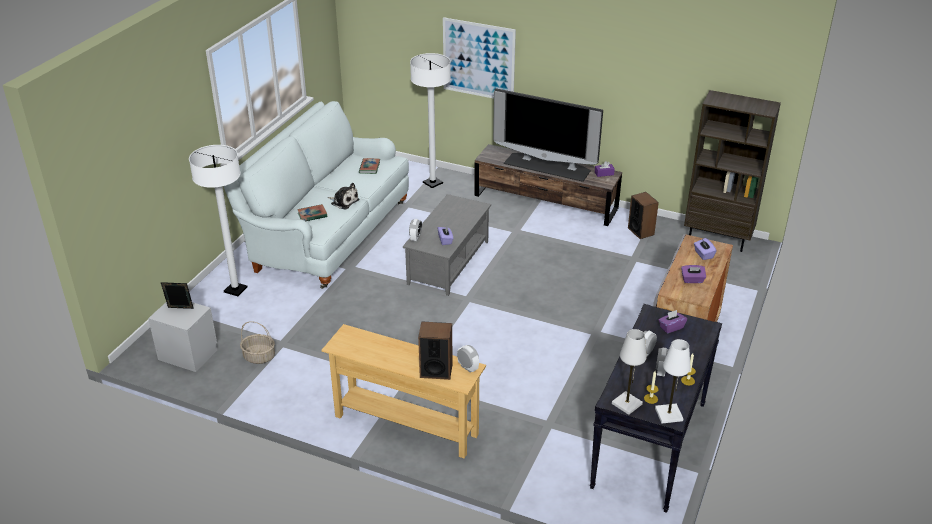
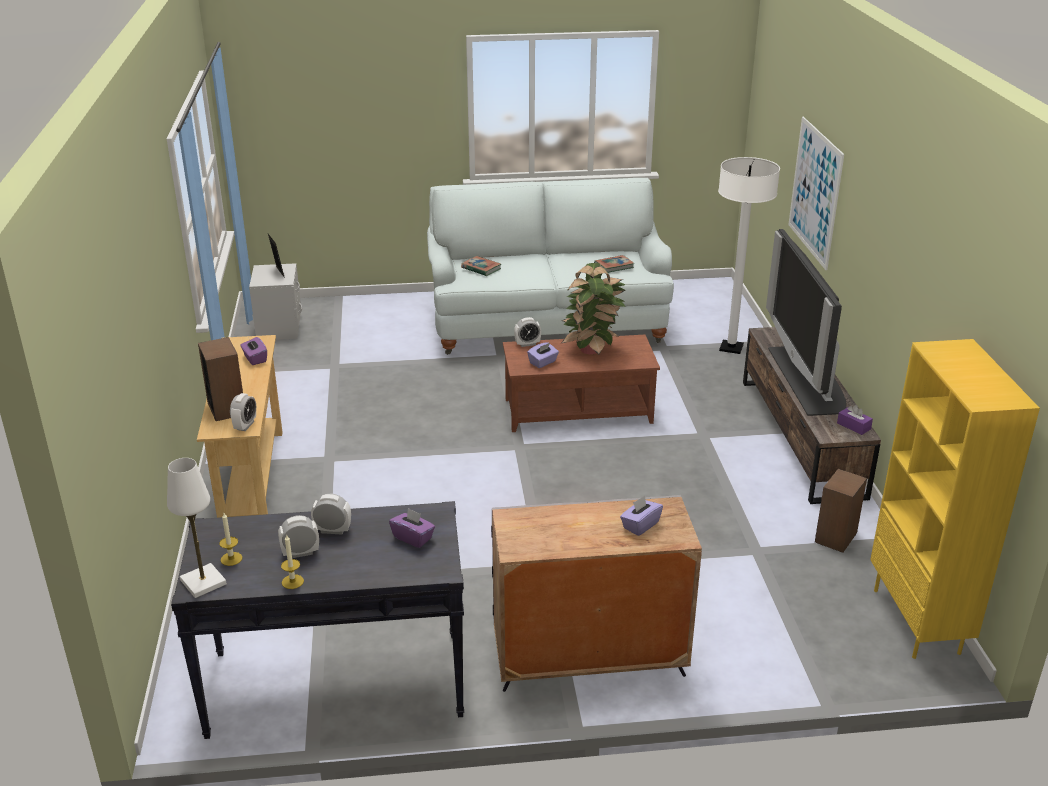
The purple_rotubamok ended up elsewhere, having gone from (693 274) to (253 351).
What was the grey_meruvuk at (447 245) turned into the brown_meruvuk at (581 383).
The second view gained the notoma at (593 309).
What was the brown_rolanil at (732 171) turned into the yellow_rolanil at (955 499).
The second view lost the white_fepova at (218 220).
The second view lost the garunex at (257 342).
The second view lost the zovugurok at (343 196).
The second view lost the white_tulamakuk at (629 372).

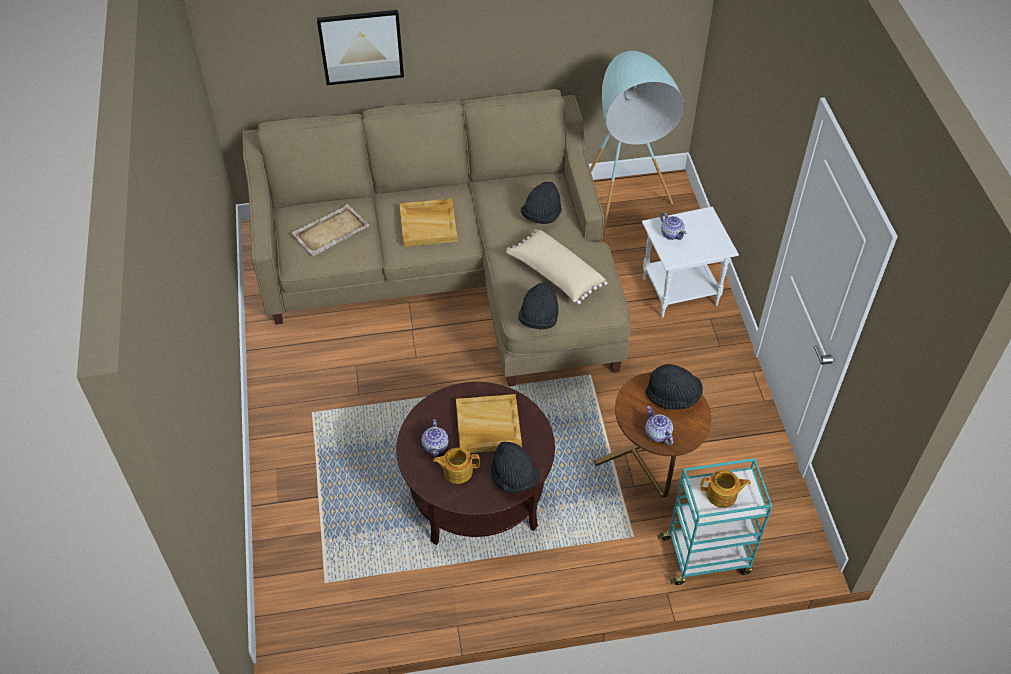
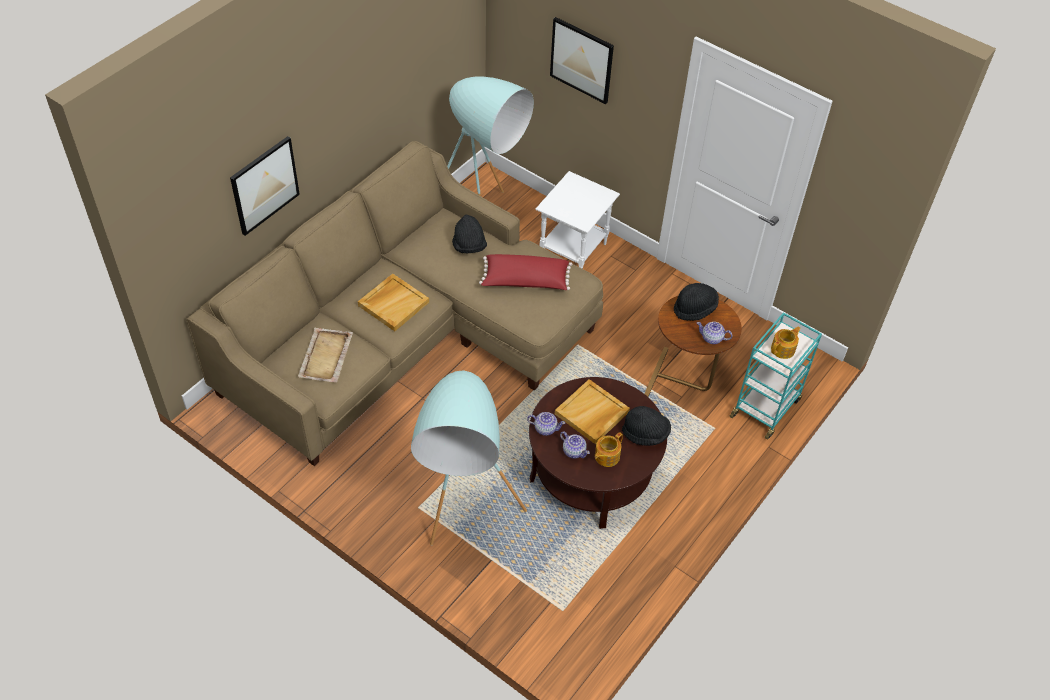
The second view gained the turquoise_fepova at (469 457).
What was the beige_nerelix at (557 266) turned into the red_nerelix at (525 272).
The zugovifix ended up elsewhere, having gone from (673 226) to (546 424).
The second view gained the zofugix at (582 60).
The second view lost the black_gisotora at (538 305).

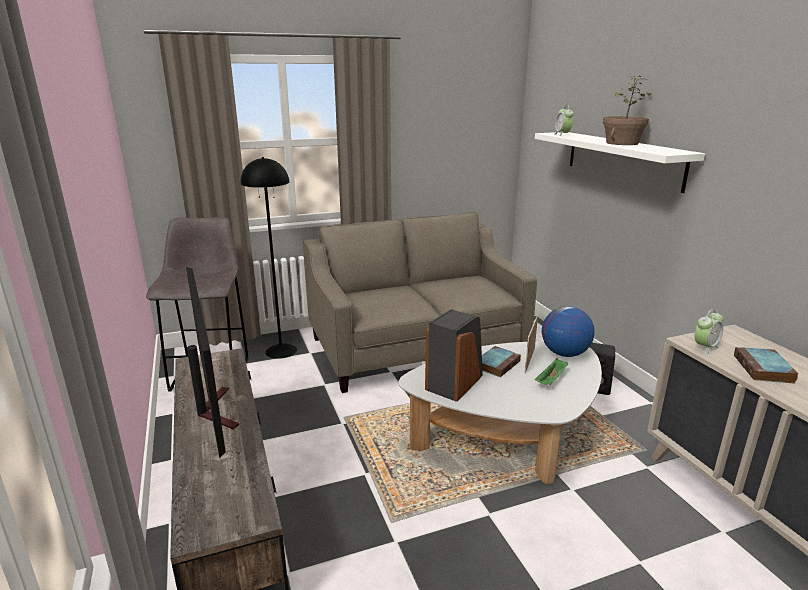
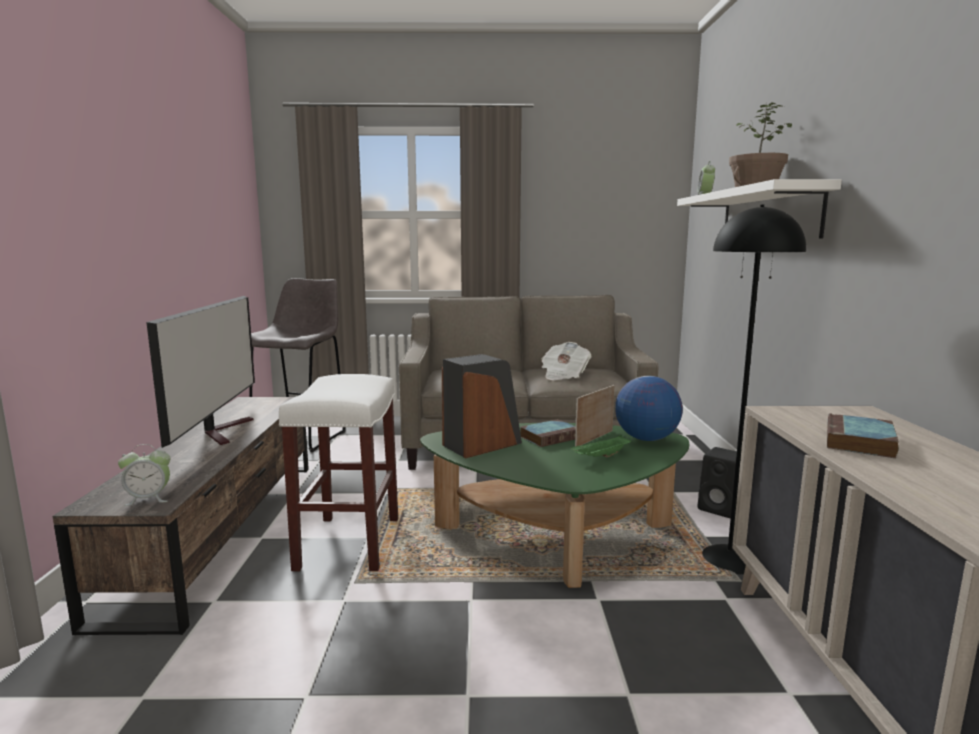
The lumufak ended up elsewhere, having gone from (709 332) to (144 475).
The second view gained the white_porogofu at (338 472).
What was the white_meruvuk at (500 412) turned into the green_meruvuk at (554 505).
The second view gained the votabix at (566 361).
The black_fepova ended up elsewhere, having gone from (268 258) to (754 389).

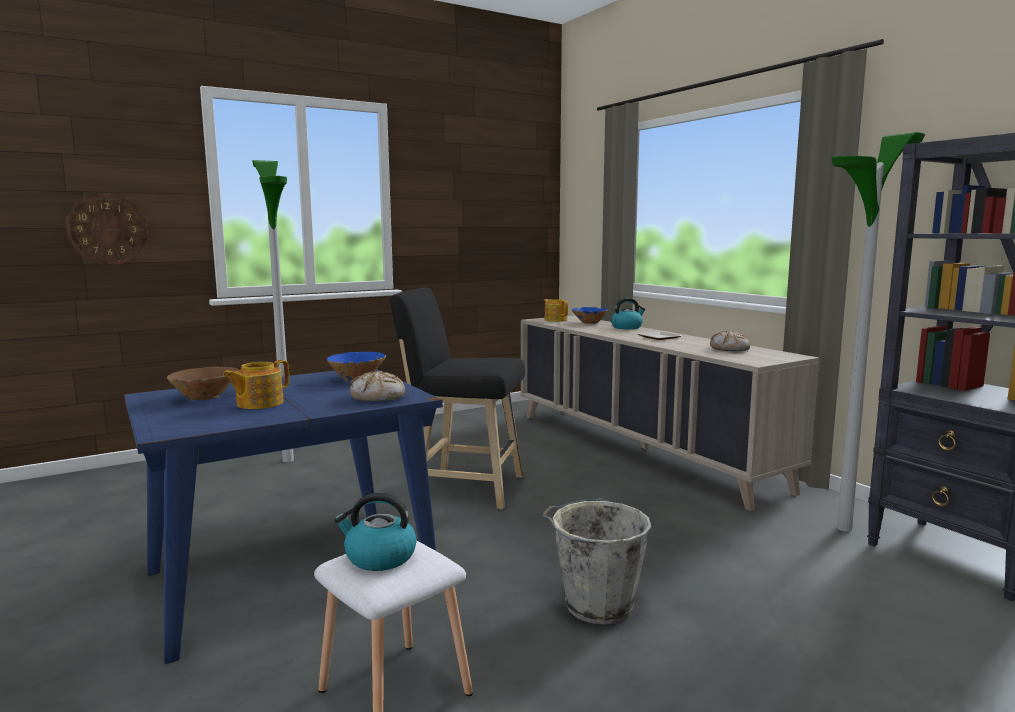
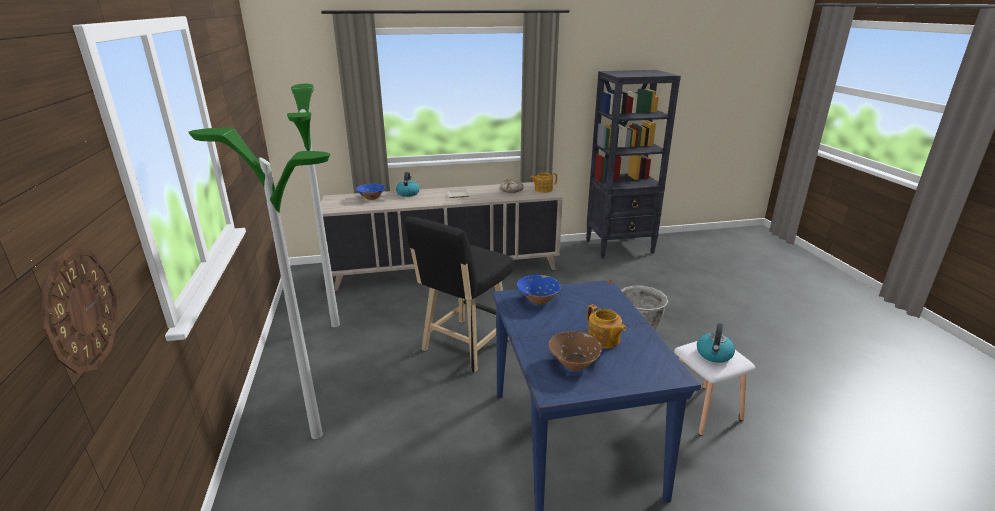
The fepova ended up elsewhere, having gone from (878 332) to (313 205).
The zugovifix ended up elsewhere, having gone from (556 310) to (543 183).
The second view lost the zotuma at (377 386).

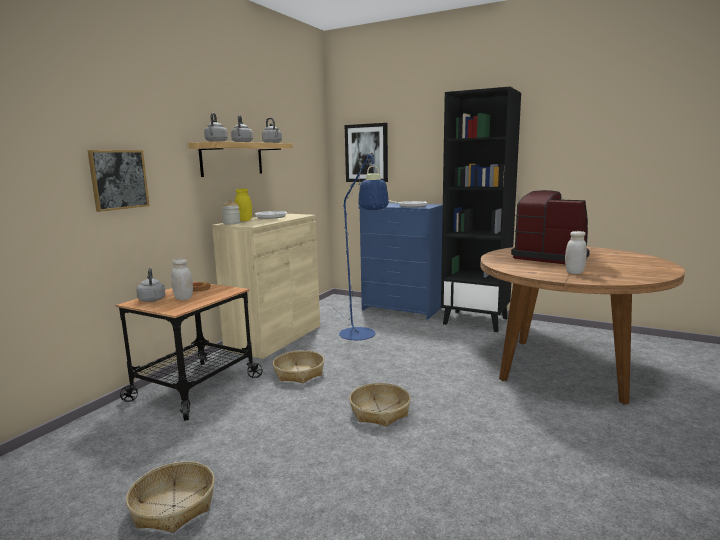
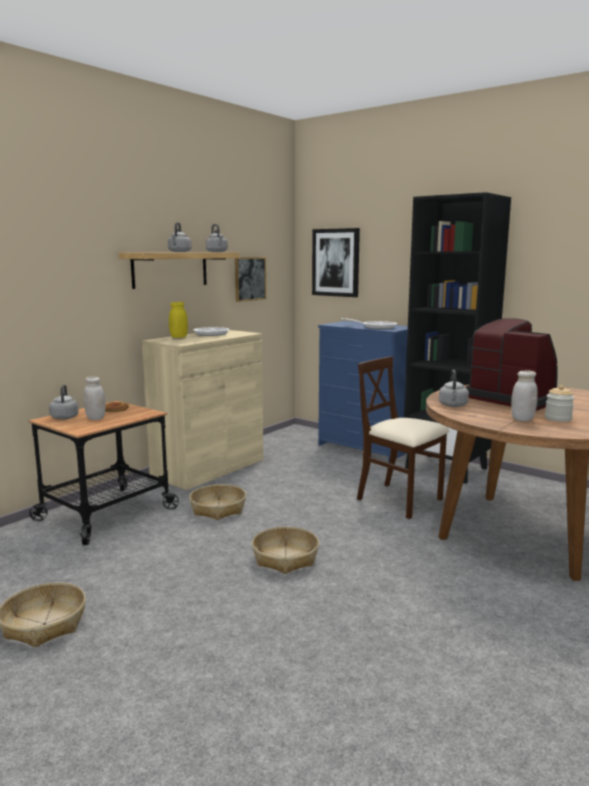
The zofugix ended up elsewhere, having gone from (119 181) to (250 279).
The second view gained the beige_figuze at (403 438).
The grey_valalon ended up elsewhere, having gone from (216 127) to (454 388).
The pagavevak ended up elsewhere, having gone from (231 212) to (559 403).
The second view lost the blue_fepova at (360 246).

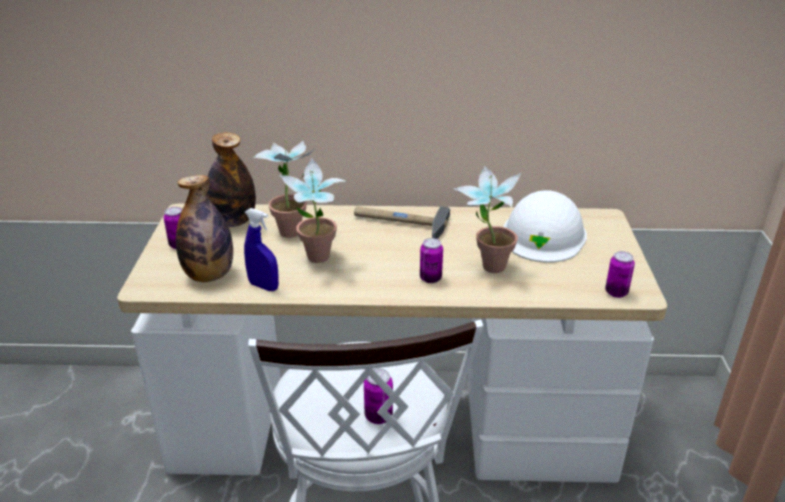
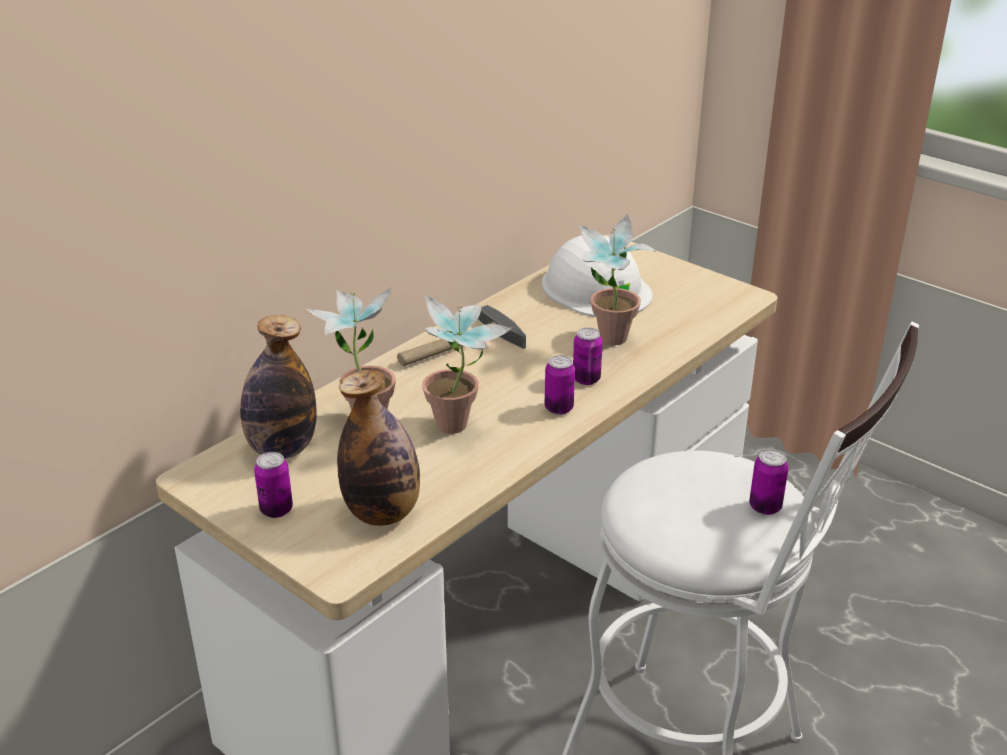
The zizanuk ended up elsewhere, having gone from (620 274) to (560 385).
The second view lost the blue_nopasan at (261 249).

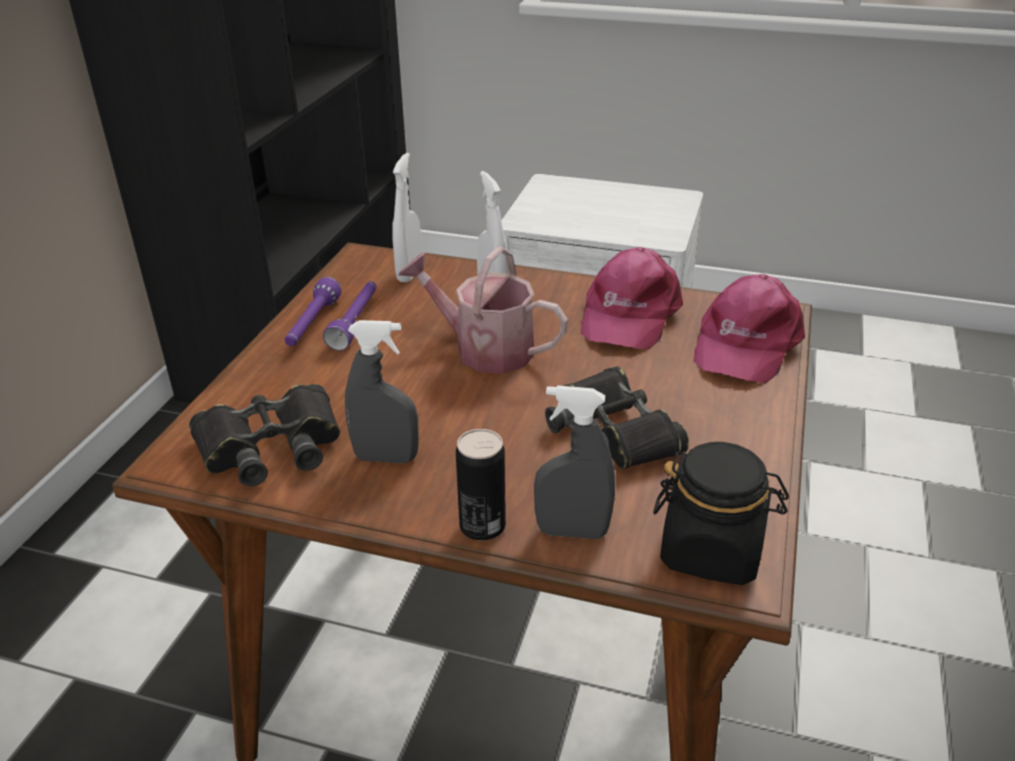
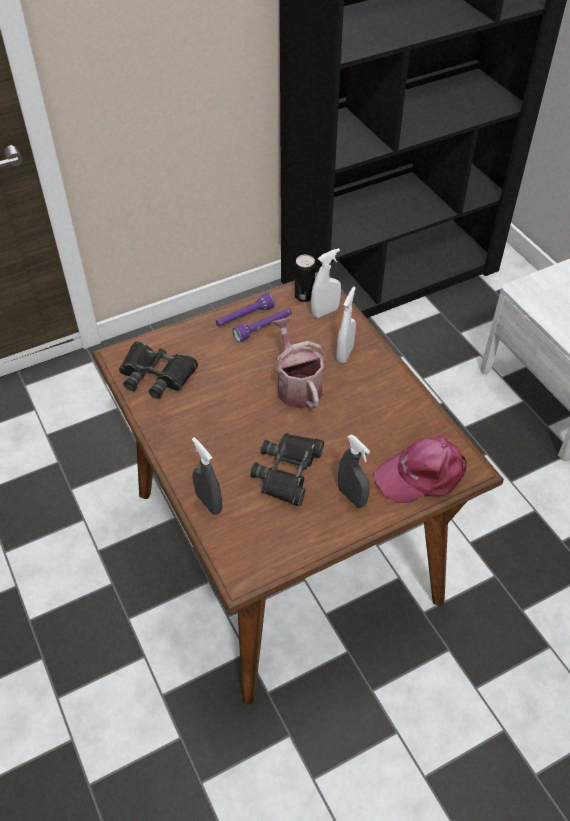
The zizanuk ended up elsewhere, having gone from (481 484) to (305 278).
The grey_nopasan ended up elsewhere, having gone from (382 391) to (354 471).
The second view lost the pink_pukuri at (632 298).
The second view lost the black_pagavevak at (721 513).

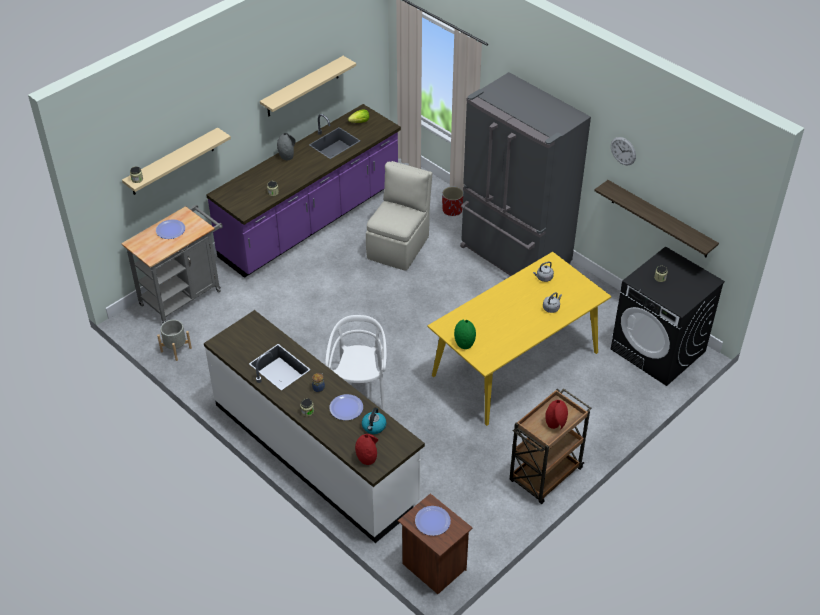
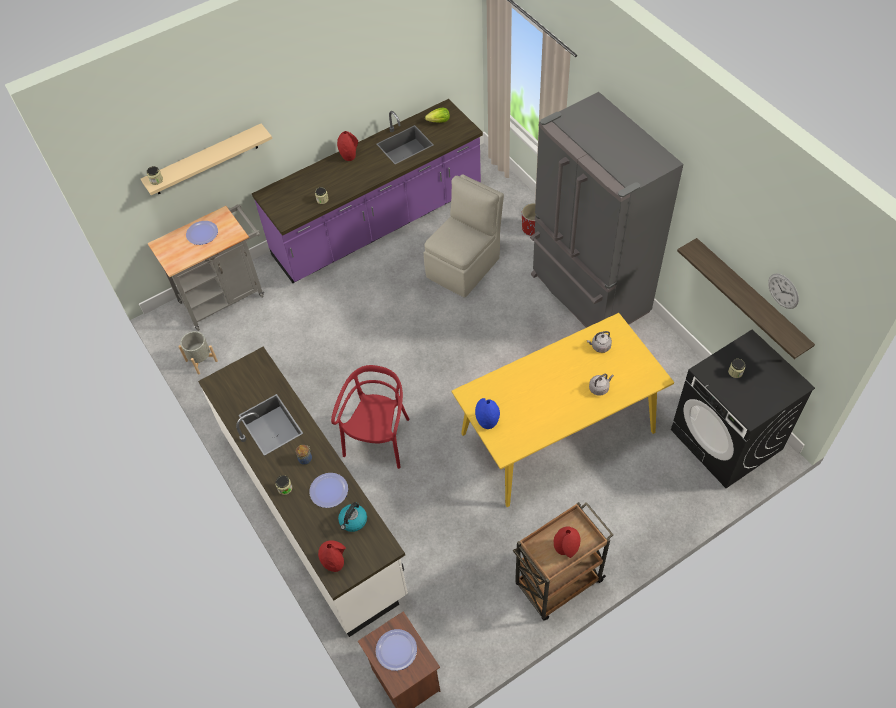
What was the white_figuze at (356 362) turned into the red_figuze at (370 417).
What was the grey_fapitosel at (286 146) turned into the red_fapitosel at (347 146).
What was the green_fapitosel at (465 334) turned into the blue_fapitosel at (487 413).
The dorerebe ended up elsewhere, having gone from (623 151) to (783 291).
The second view lost the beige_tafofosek at (308 86).

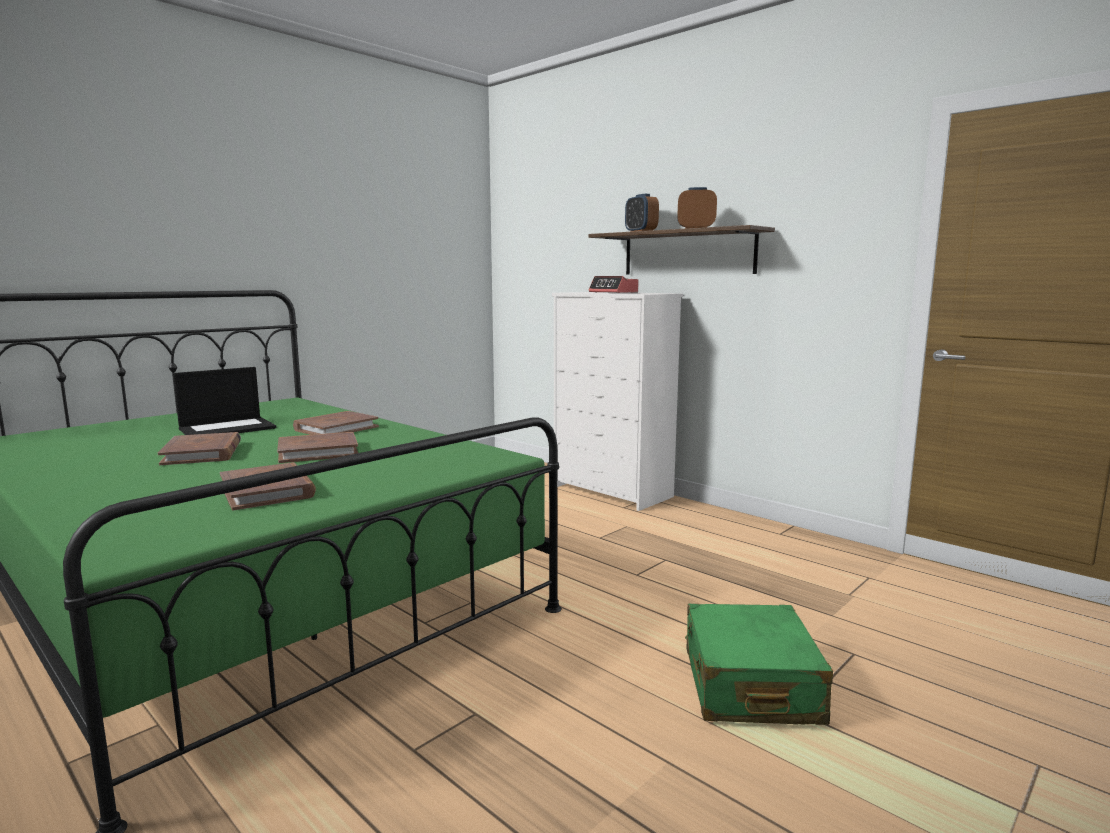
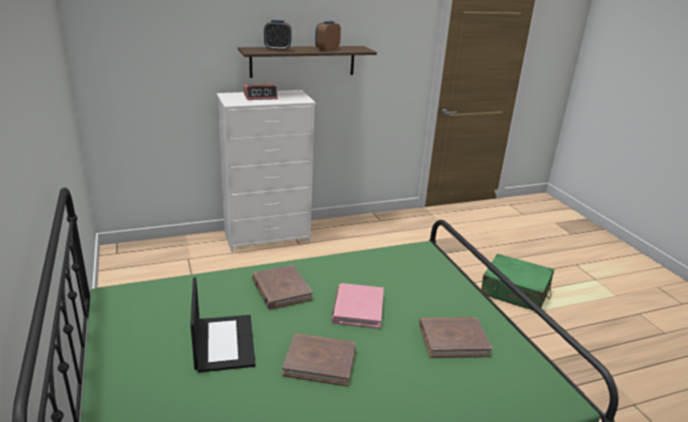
What was the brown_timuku at (317 447) turned into the pink_timuku at (357 306).

